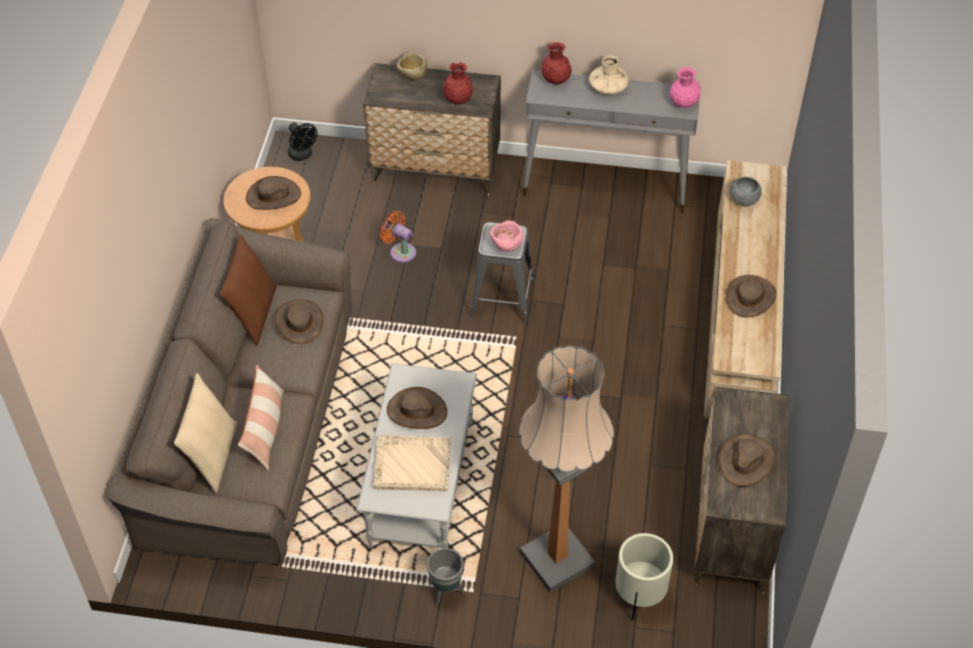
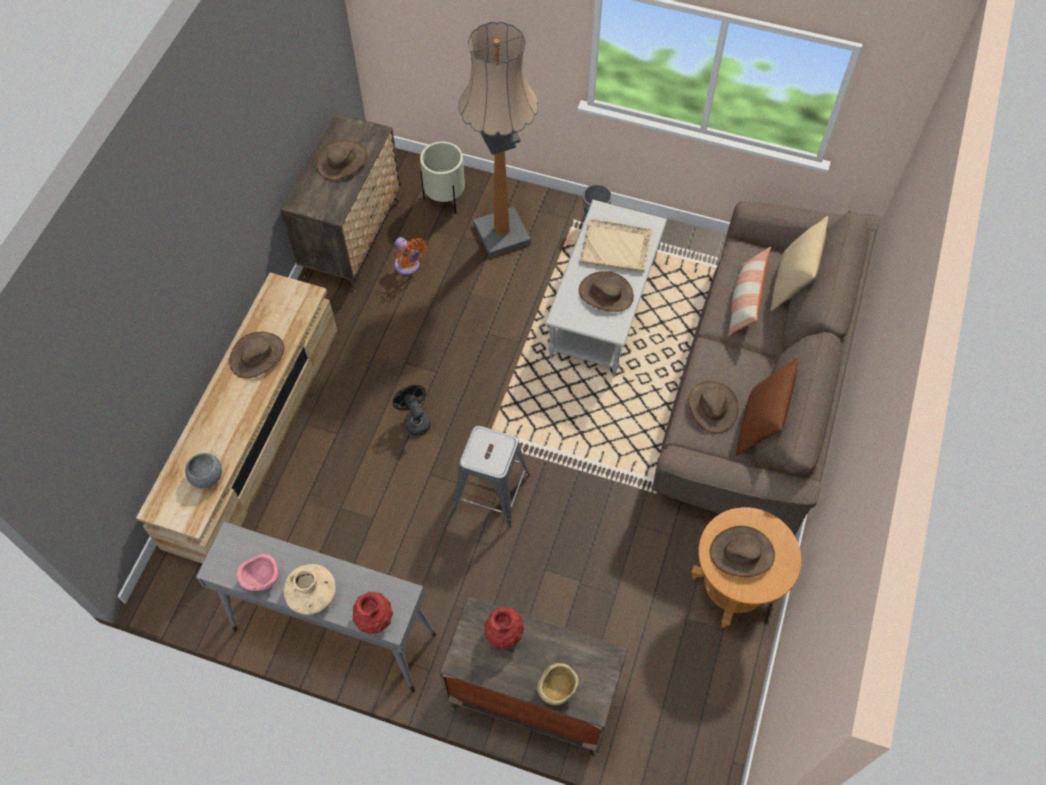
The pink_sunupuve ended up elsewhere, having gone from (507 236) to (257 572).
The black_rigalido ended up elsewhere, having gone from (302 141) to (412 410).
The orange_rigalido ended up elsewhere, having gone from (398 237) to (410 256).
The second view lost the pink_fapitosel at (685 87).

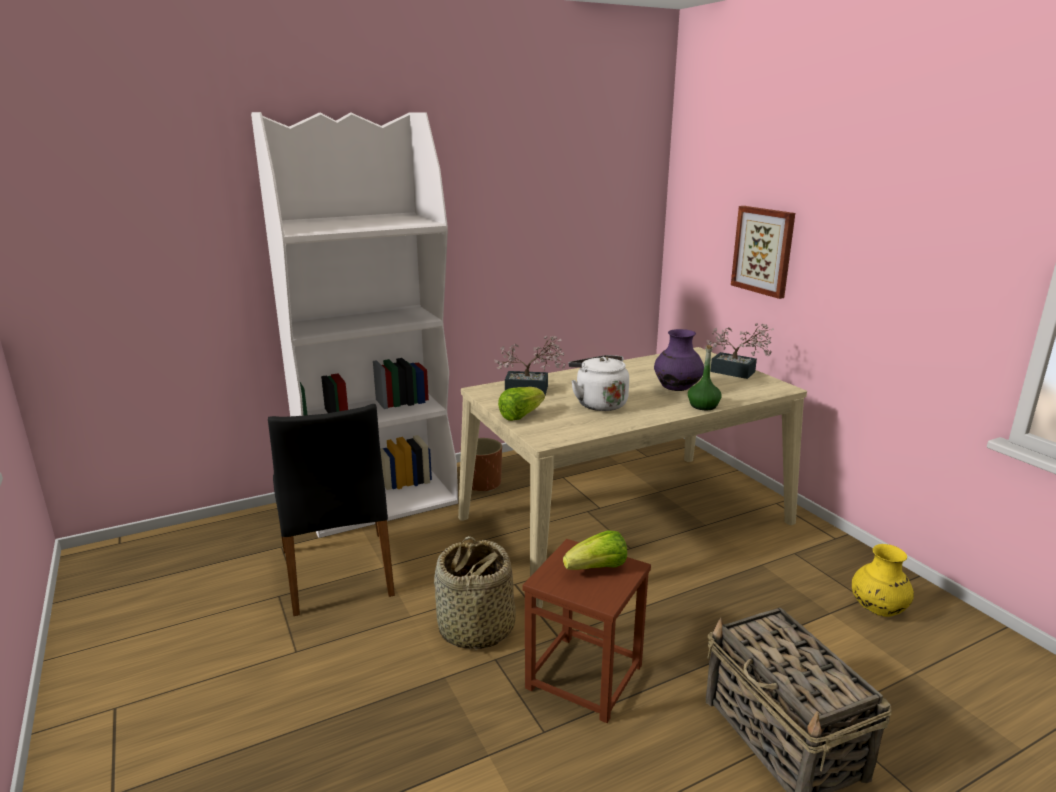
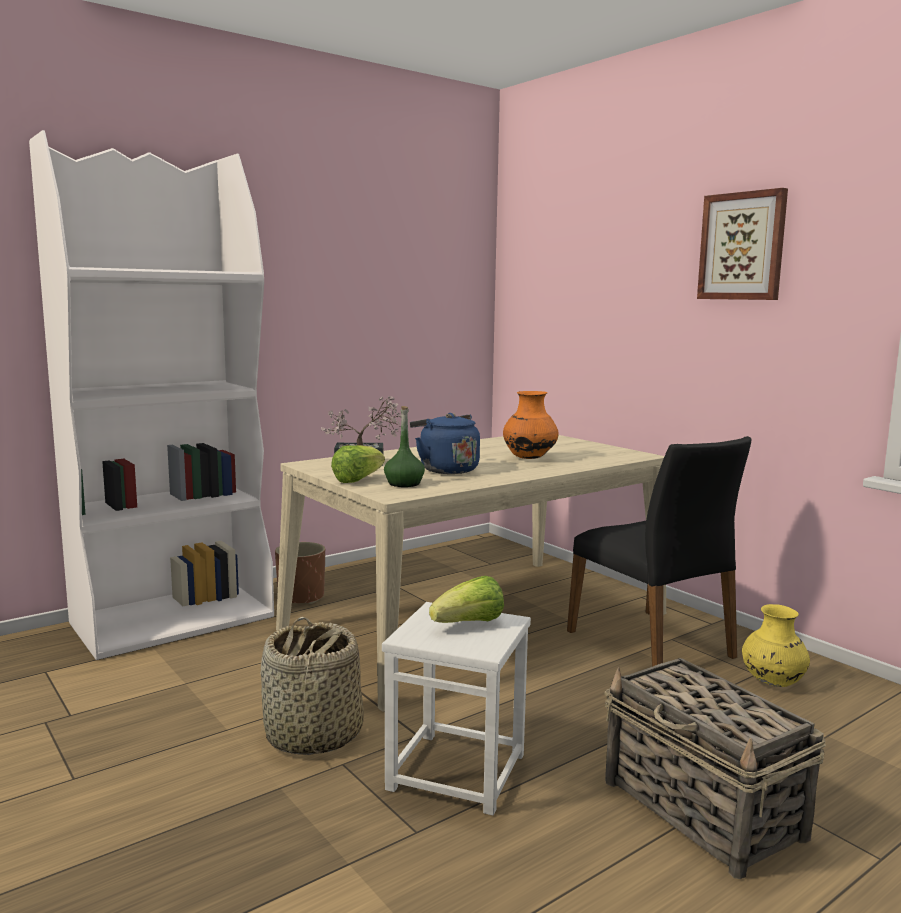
What was the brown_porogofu at (586 631) turned into the white_porogofu at (456 708).
The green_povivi ended up elsewhere, having gone from (705 377) to (404 446).
What was the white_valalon at (599 383) turned into the blue_valalon at (445 443).
What was the purple_fapitosel at (679 360) turned into the orange_fapitosel at (531 425).
The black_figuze ended up elsewhere, having gone from (331 510) to (659 551).
The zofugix ended up elsewhere, having gone from (763 252) to (742 244).
The second view lost the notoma at (739 351).

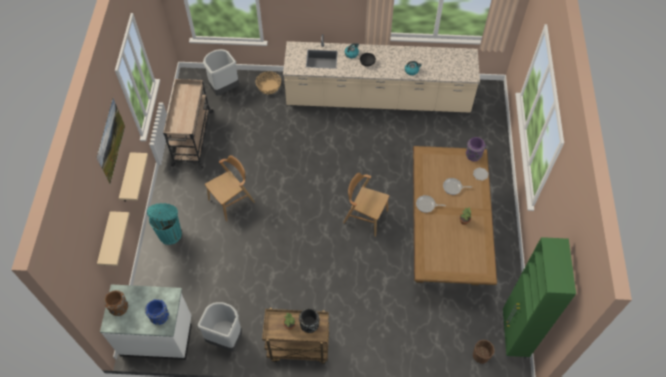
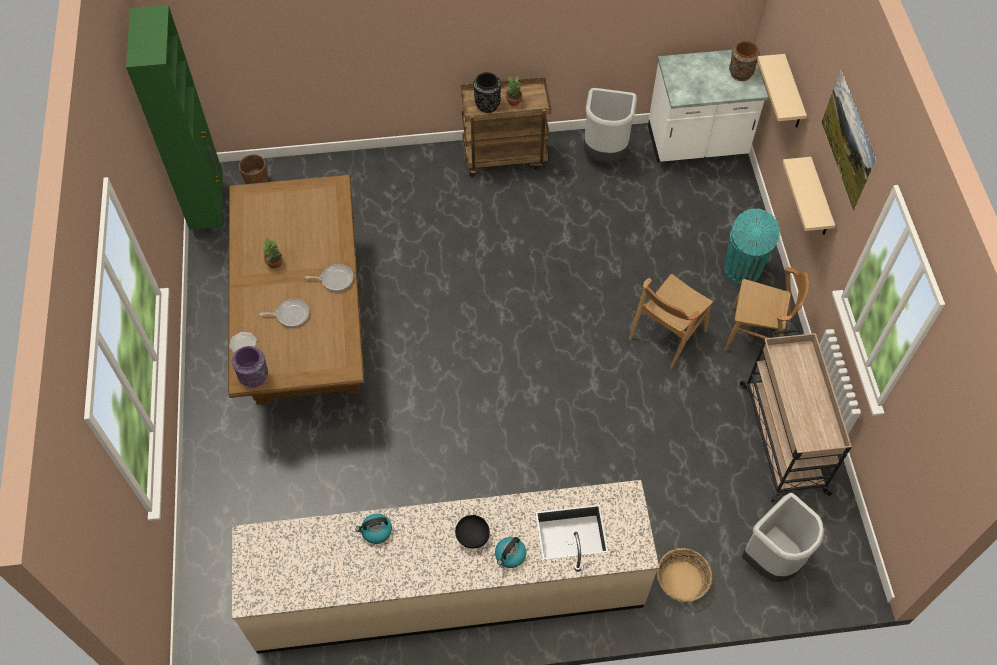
The brown_figuze ended up elsewhere, having gone from (366 205) to (766 309).
The second view lost the blue_fapitosel at (157 312).

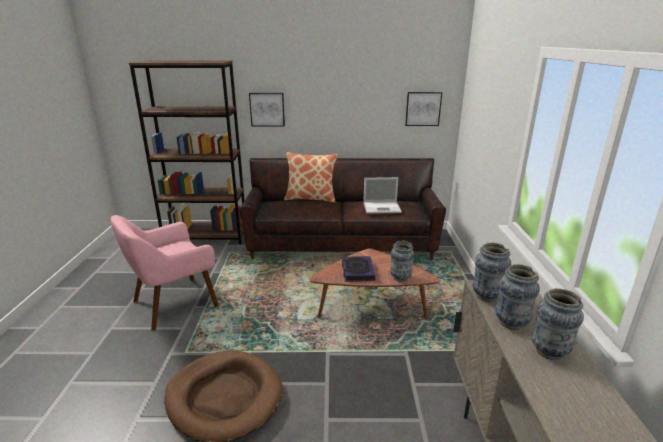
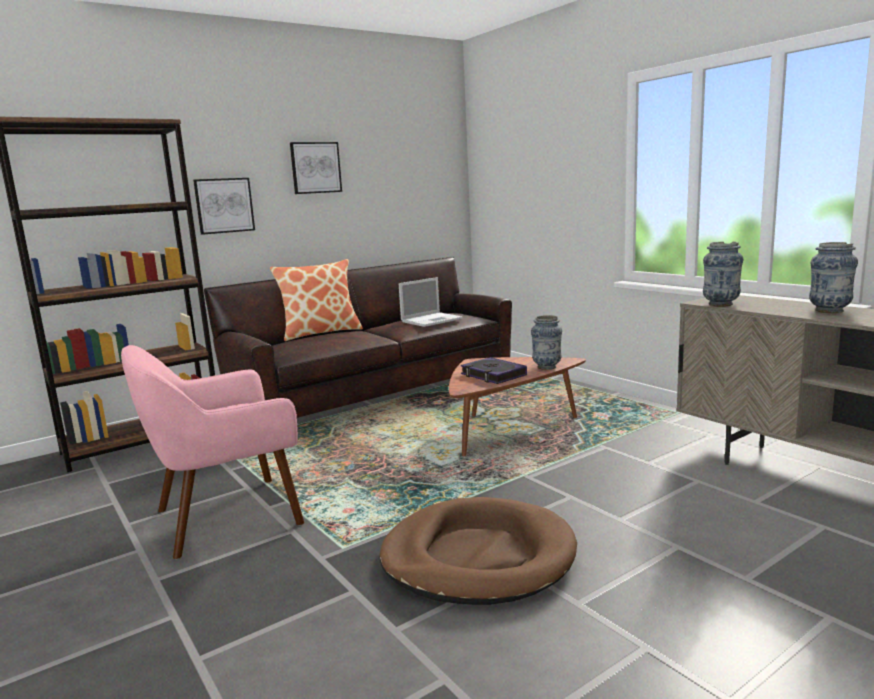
The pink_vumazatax at (165 273) ended up facing another way, 45 degrees clockwise from before.
The zofugix ended up elsewhere, having gone from (423 109) to (316 168).
The second view lost the fapitosel at (517 297).

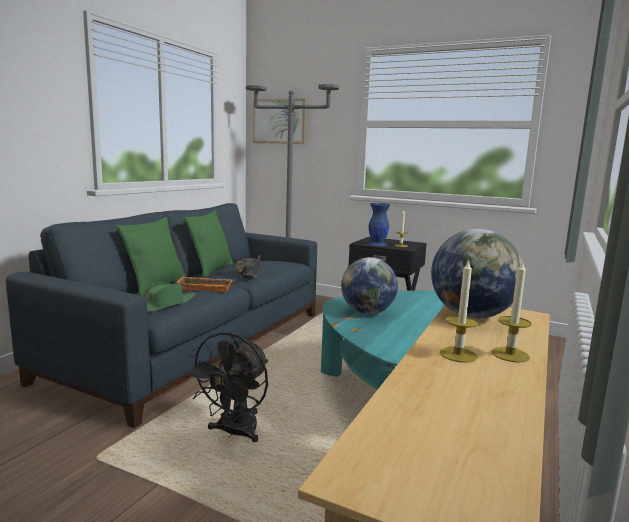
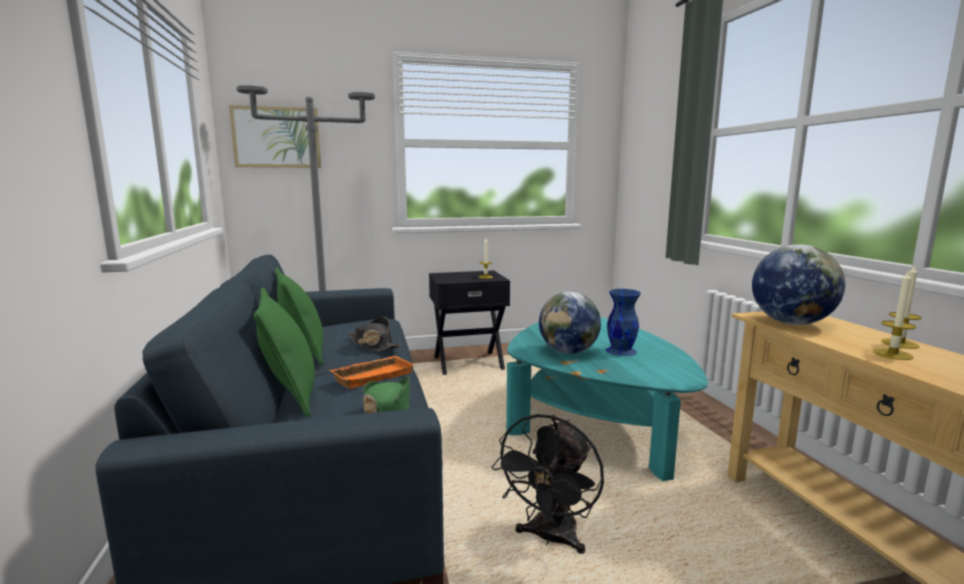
The black_rigalido at (226 387) ended up facing another way, 45 degrees clockwise from before.
The blue_fapitosel ended up elsewhere, having gone from (379 224) to (623 322).

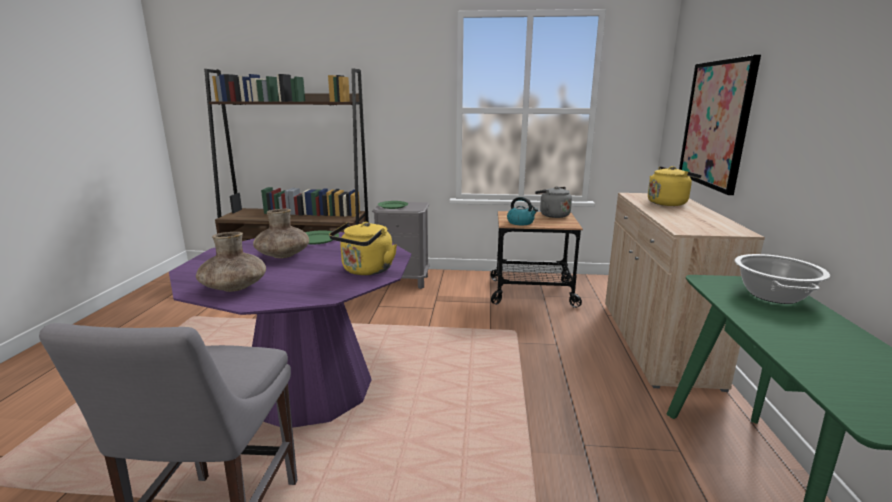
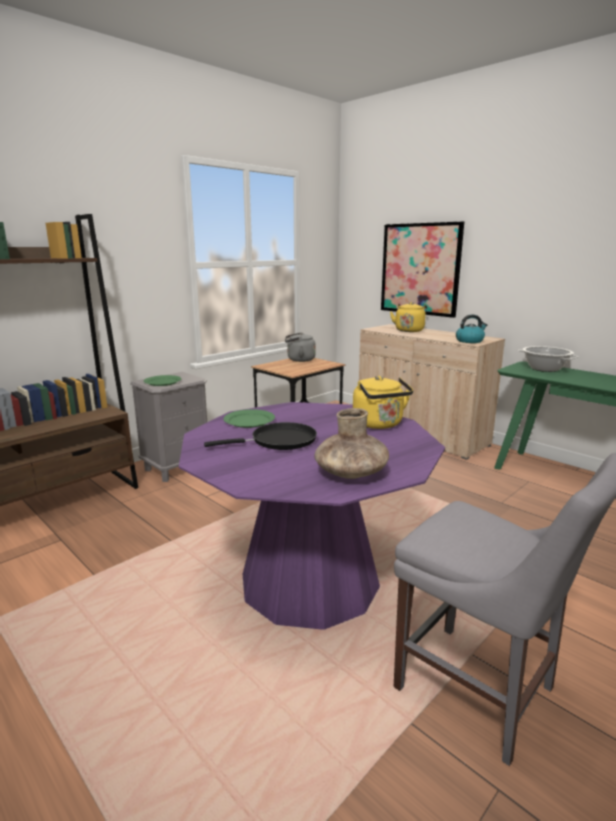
Where the brown_fapitosel stood at (281 233), the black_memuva came to stand at (260 436).
The valalon ended up elsewhere, having gone from (522 211) to (471 328).

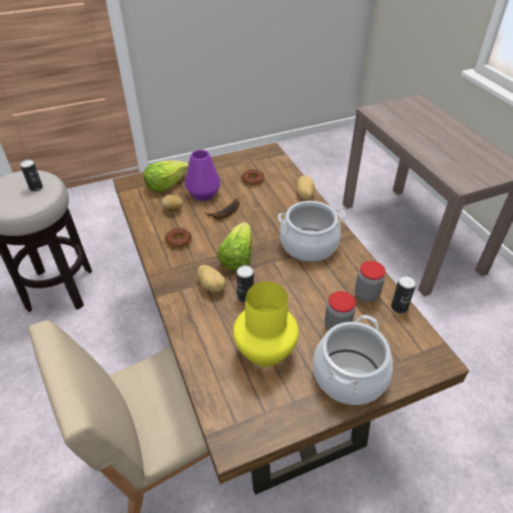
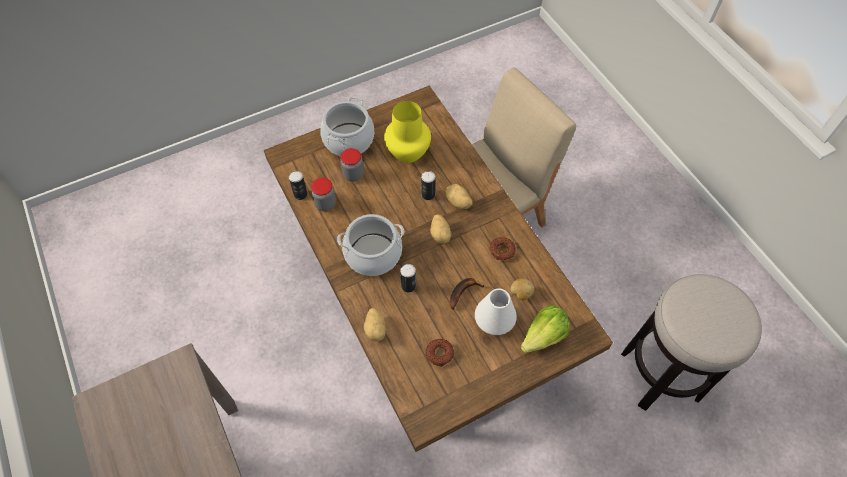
The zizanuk ended up elsewhere, having gone from (31 175) to (408 278).
Where the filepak stood at (235 246), the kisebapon came to stand at (440 229).
What was the purple_fapitosel at (203 175) turned into the white_fapitosel at (496 311).

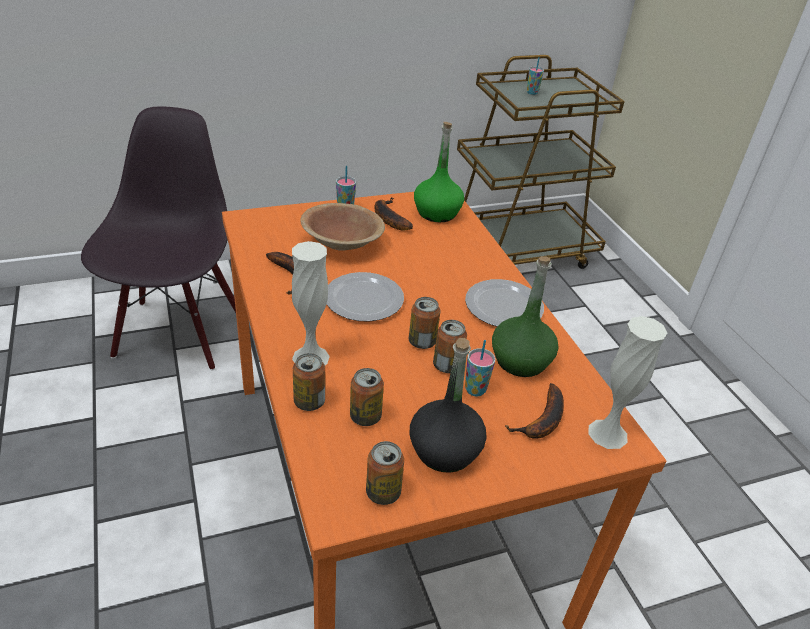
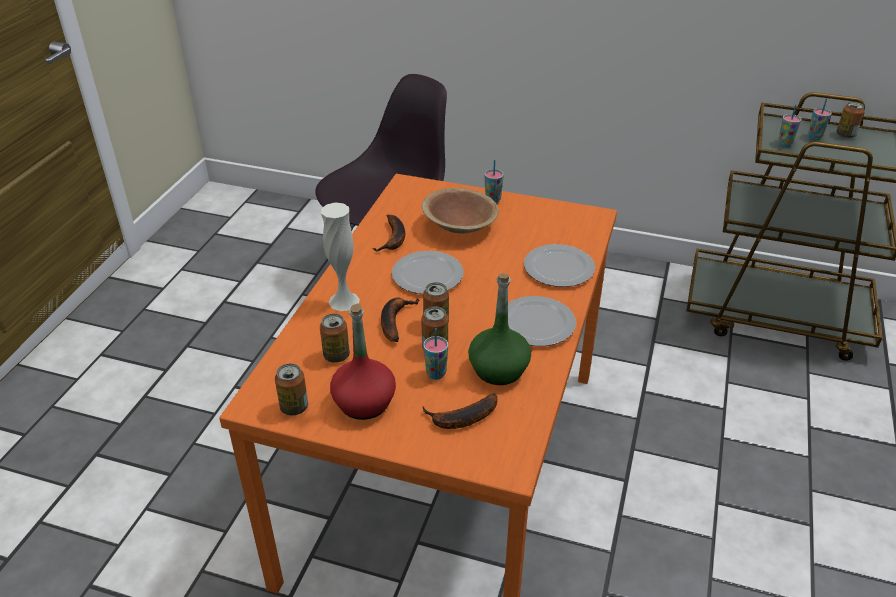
What was the black_povivi at (448 405) turned into the red_povivi at (363 362).
The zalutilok ended up elsewhere, having gone from (393 214) to (400 319).
The second view gained the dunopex at (559 265).
The second view gained the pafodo at (789 126).
The zizanuk ended up elsewhere, having gone from (309 382) to (850 120).
The second view lost the green_povivi at (439 172).
The second view lost the white_fapitosel at (627 382).

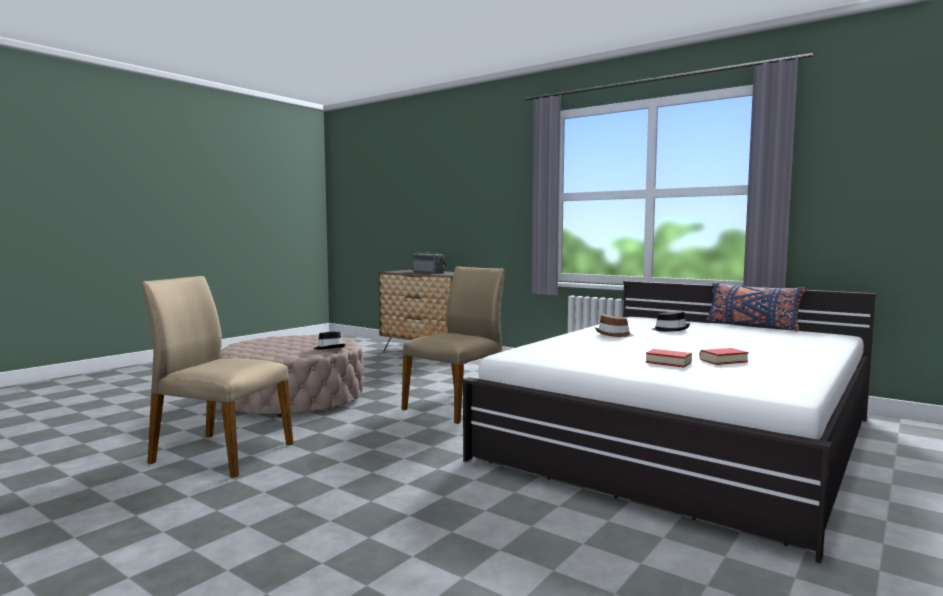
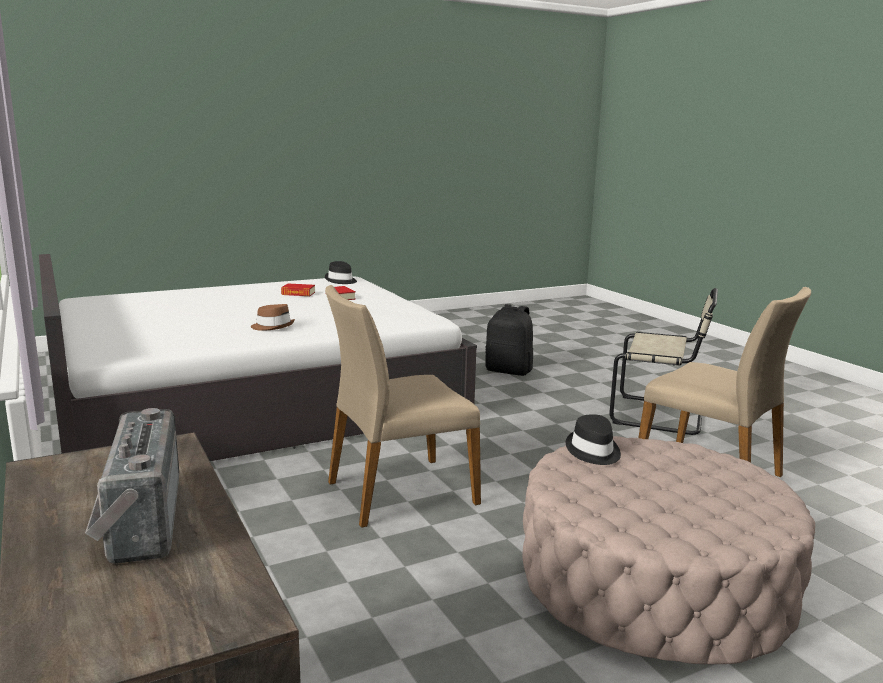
The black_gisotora ended up elsewhere, having gone from (670 321) to (341 272).
The second view gained the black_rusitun at (509 340).
The second view gained the beige_figuze at (663 361).
The second view lost the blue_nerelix at (756 307).

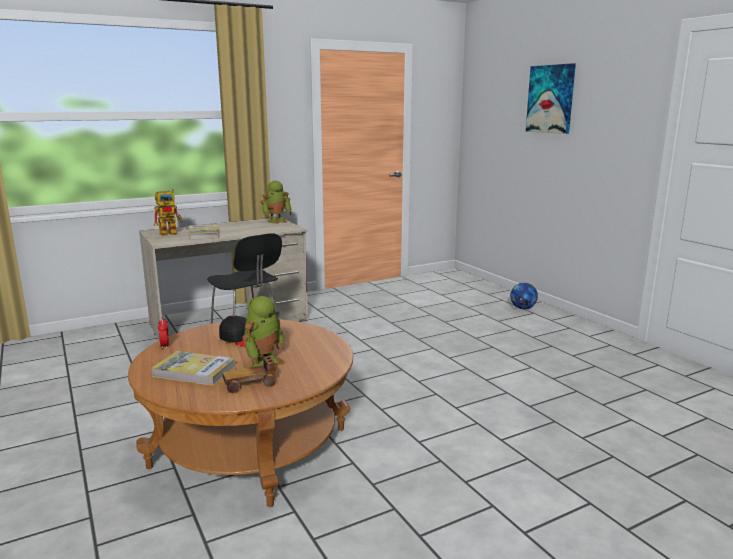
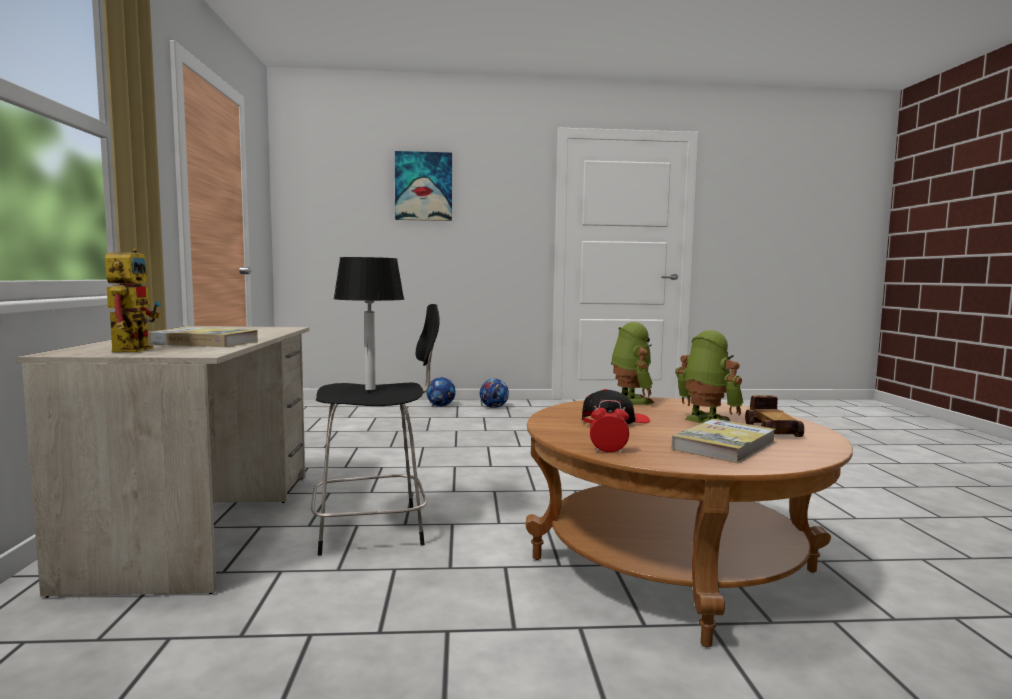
The second view gained the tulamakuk at (368 323).
The second view gained the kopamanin at (494 393).
The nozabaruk ended up elsewhere, having gone from (276 202) to (632 363).

